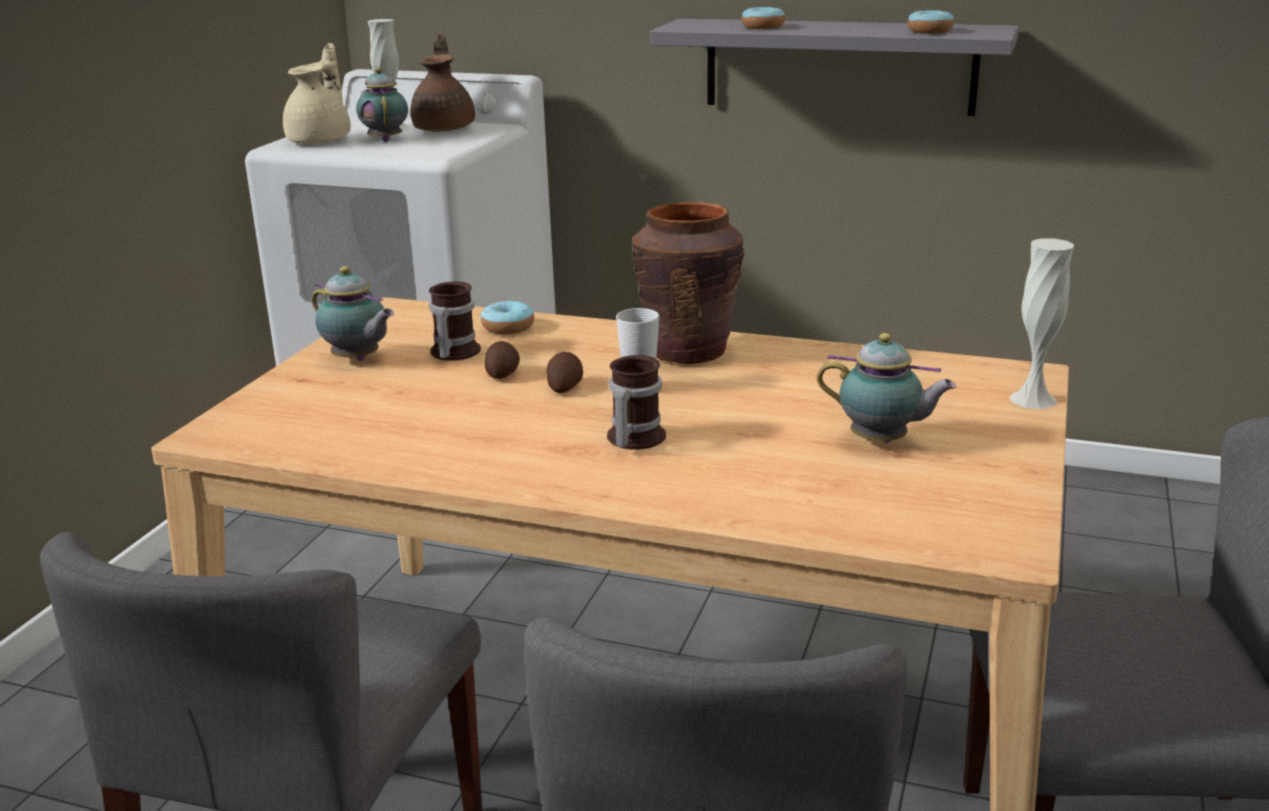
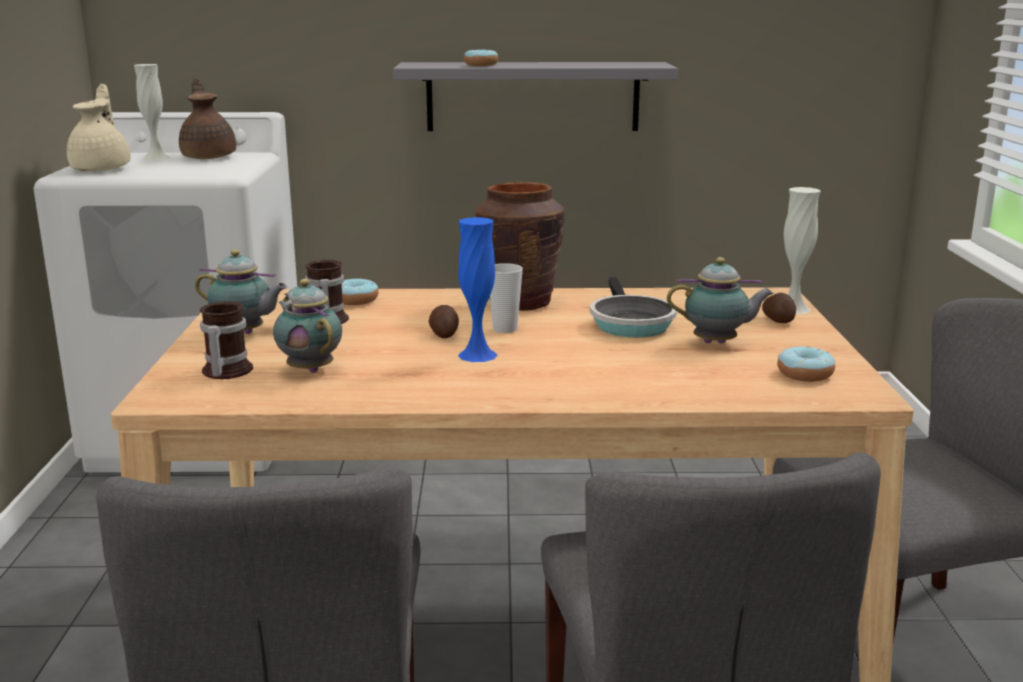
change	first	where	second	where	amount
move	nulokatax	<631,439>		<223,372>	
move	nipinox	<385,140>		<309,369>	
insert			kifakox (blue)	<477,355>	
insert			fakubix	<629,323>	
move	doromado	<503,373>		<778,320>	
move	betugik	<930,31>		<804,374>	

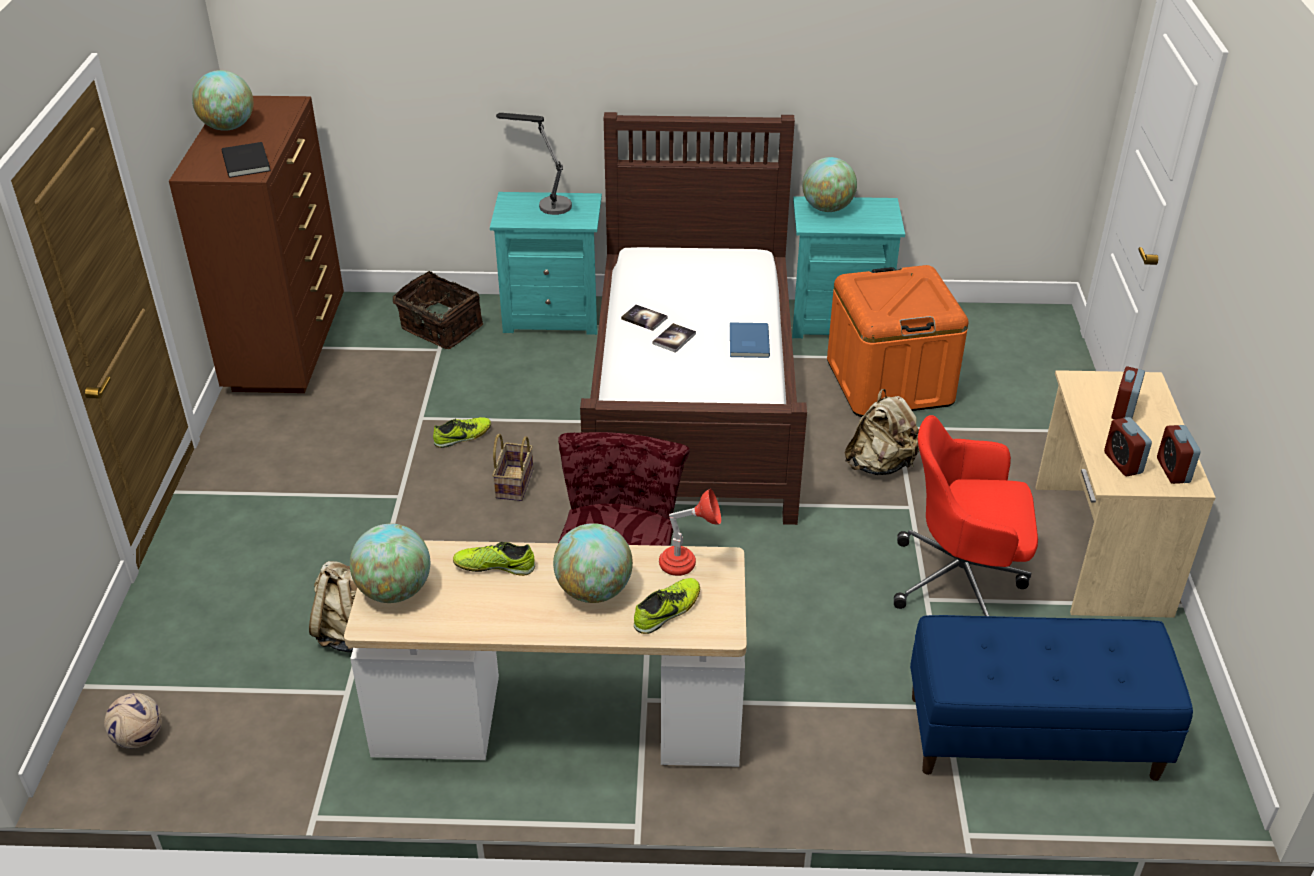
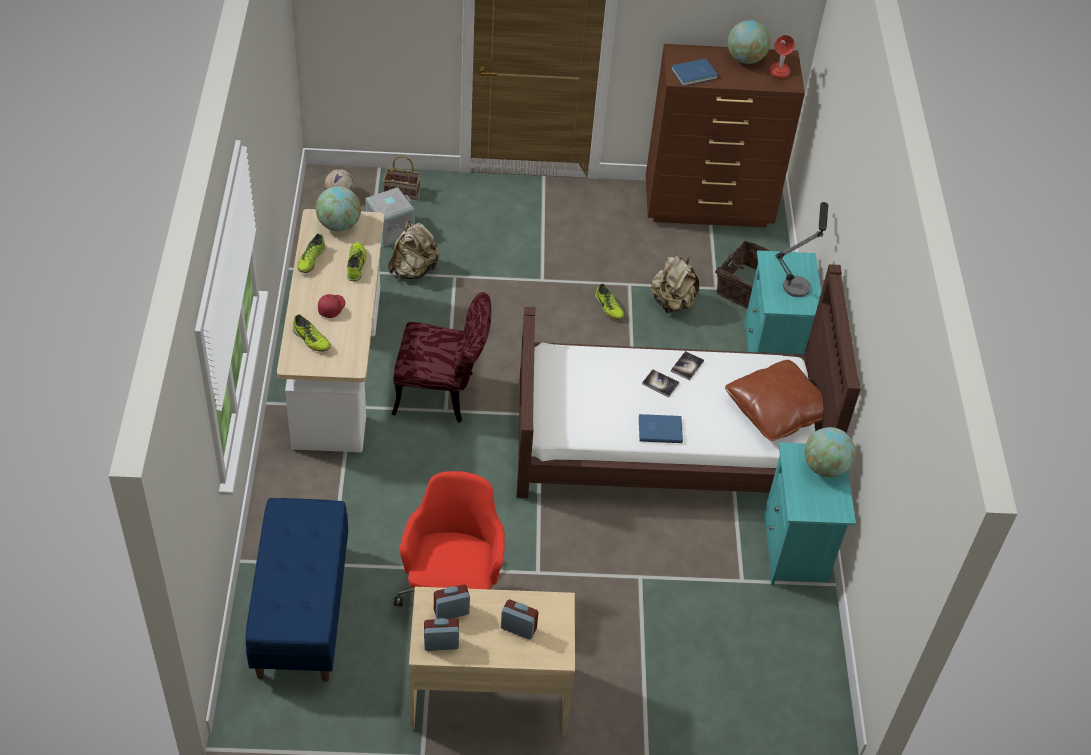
change	first	where	second	where	amount
insert			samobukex	<311,260>	
replace	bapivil	<594,591>	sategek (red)	<331,307>	
insert			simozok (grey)	<390,229>	
move	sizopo	<513,482>		<403,191>	
move	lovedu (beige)	<880,465>		<672,303>	
recolor	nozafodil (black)	<247,161>	nozafodil (blue)	<695,74>	
insert			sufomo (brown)	<776,411>	
move	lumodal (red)	<688,566>		<778,76>	
delete	simozok (orange)	<889,382>			

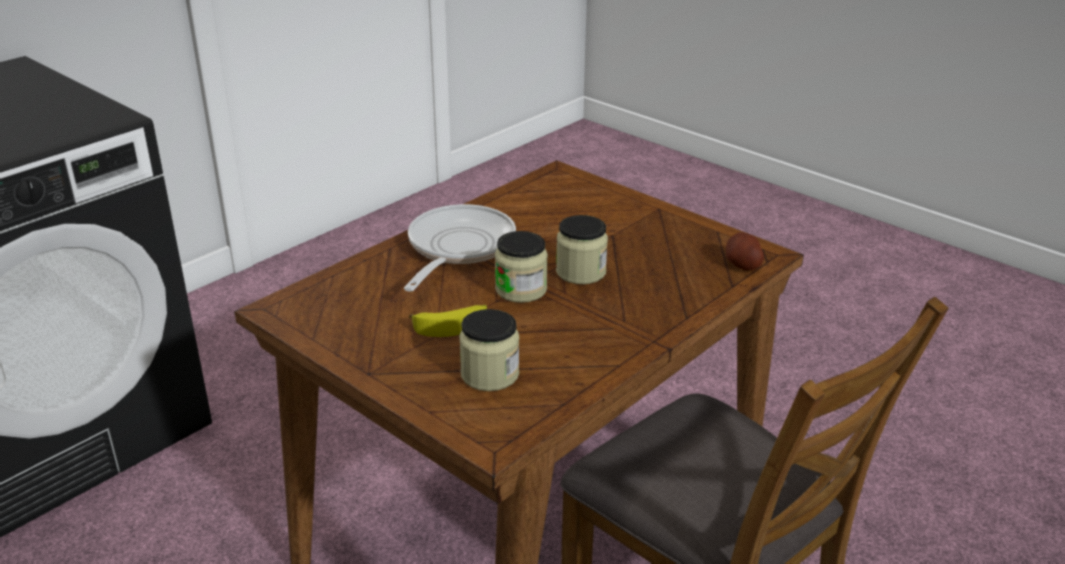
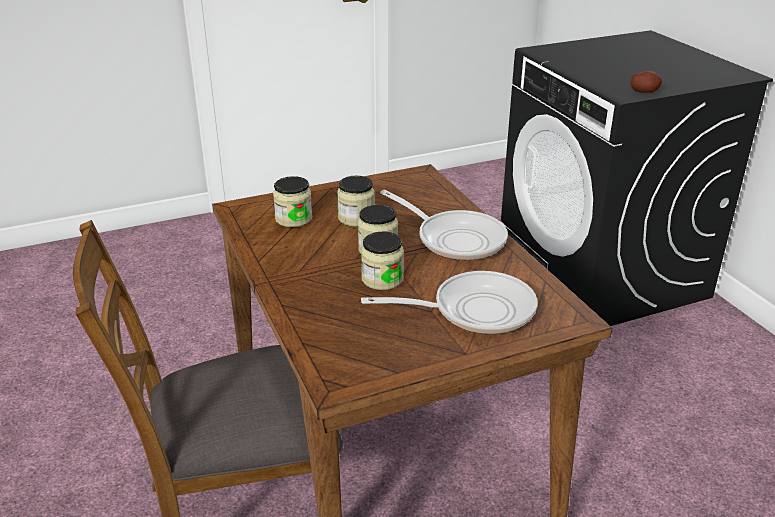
change	first	where	second	where	amount
replace	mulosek	<452,325>	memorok	<356,218>	
insert			fakubix	<474,310>	
move	doromado	<742,264>		<644,91>	

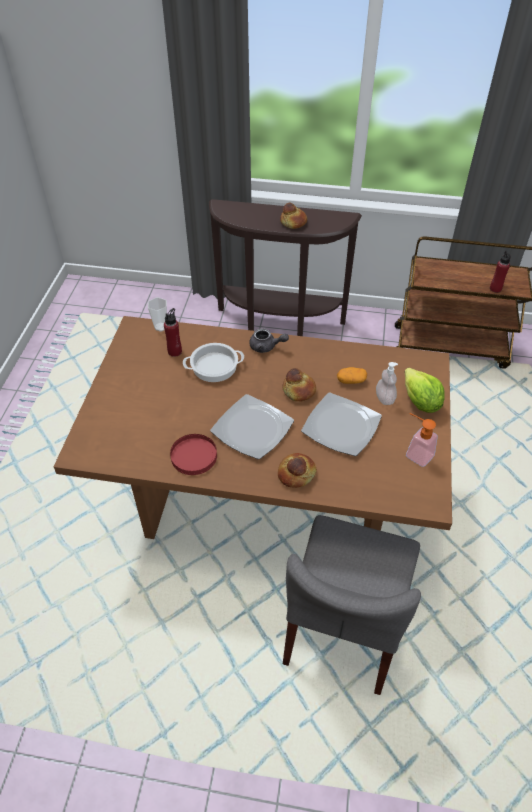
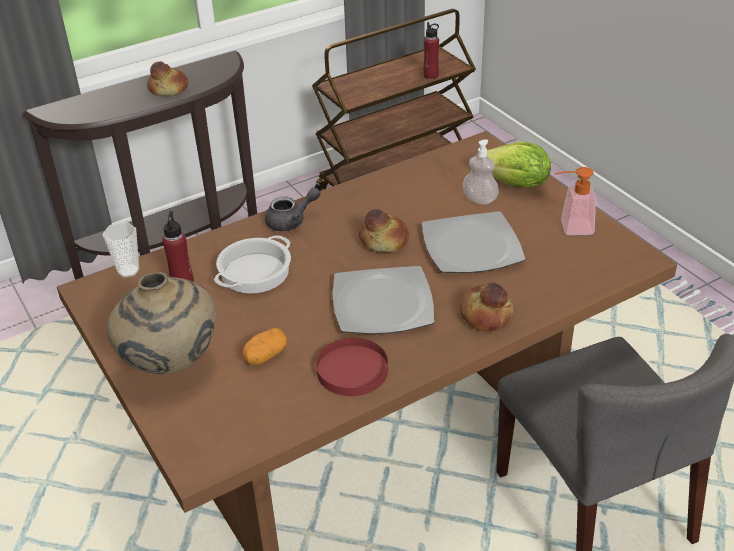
change	first	where	second	where	amount
insert			kifakox (beige)	<171,366>	
move	doromado	<351,381>		<265,356>	

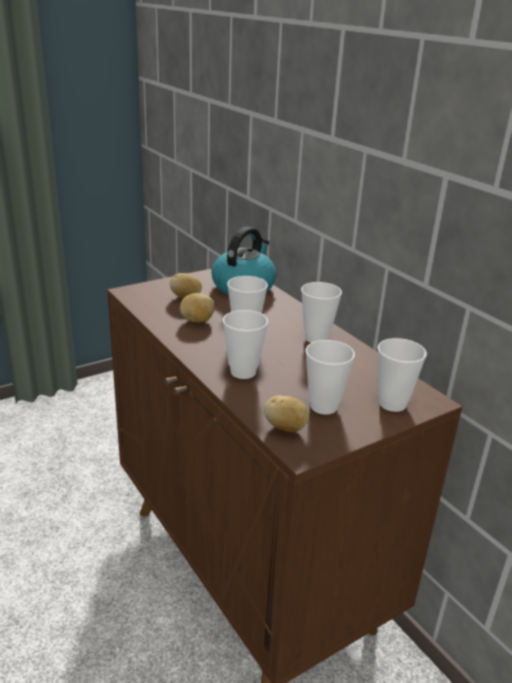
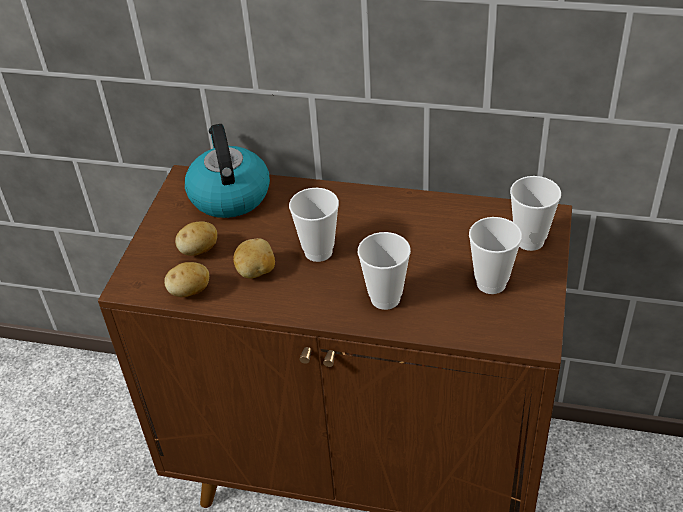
change	first	where	second	where	amount
move	doromado	<285,428>		<190,292>	
delete	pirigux	<316,338>			

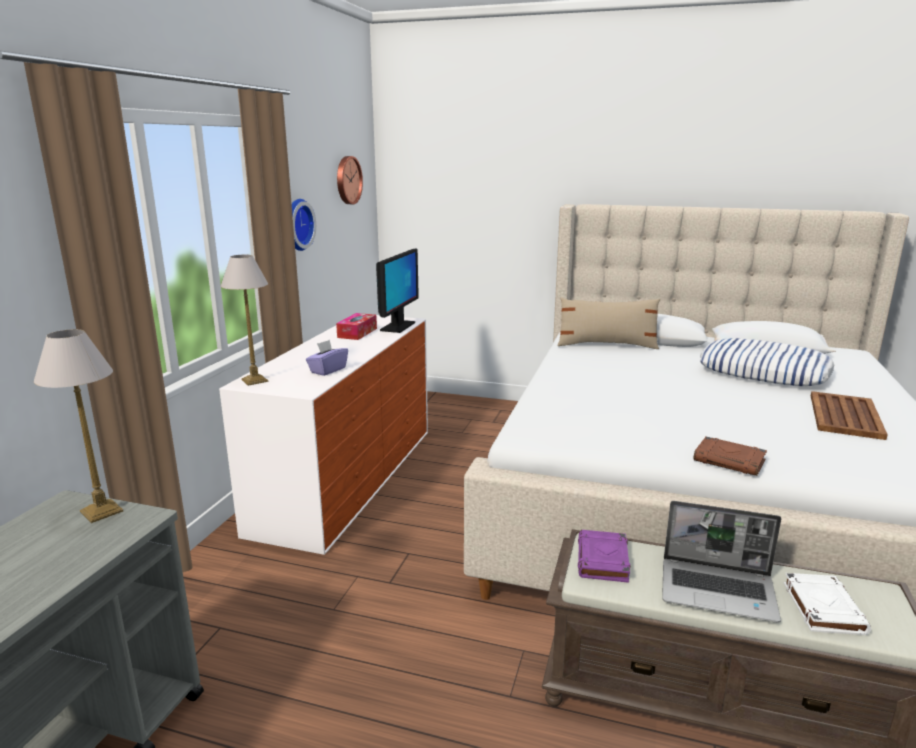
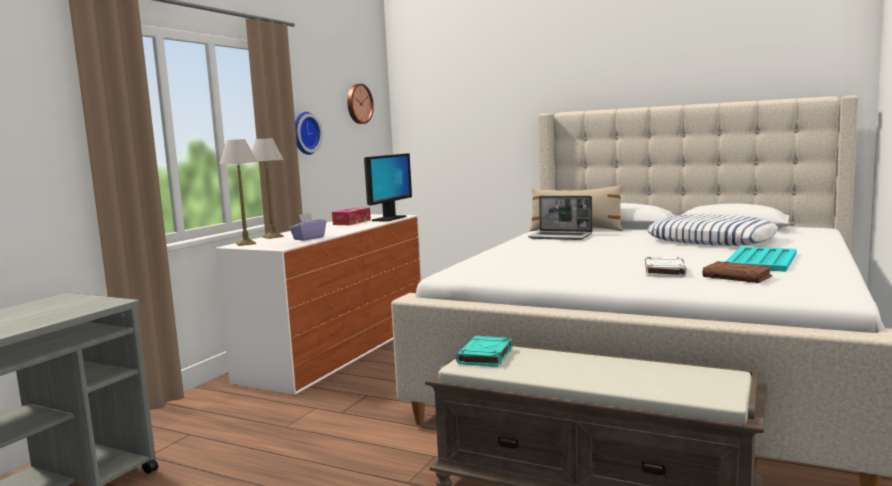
change	first	where	second	where	amount
move	lumodal	<101,512>		<272,237>	
recolor	nozafodil (purple)	<603,560>	nozafodil (turquoise)	<485,356>	
move	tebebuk	<719,591>		<561,237>	
move	nozafodil (white)	<822,607>		<664,271>	
move	nozafodil (brown)	<730,461>		<738,277>	
recolor	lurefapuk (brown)	<845,416>	lurefapuk (turquoise)	<761,260>	

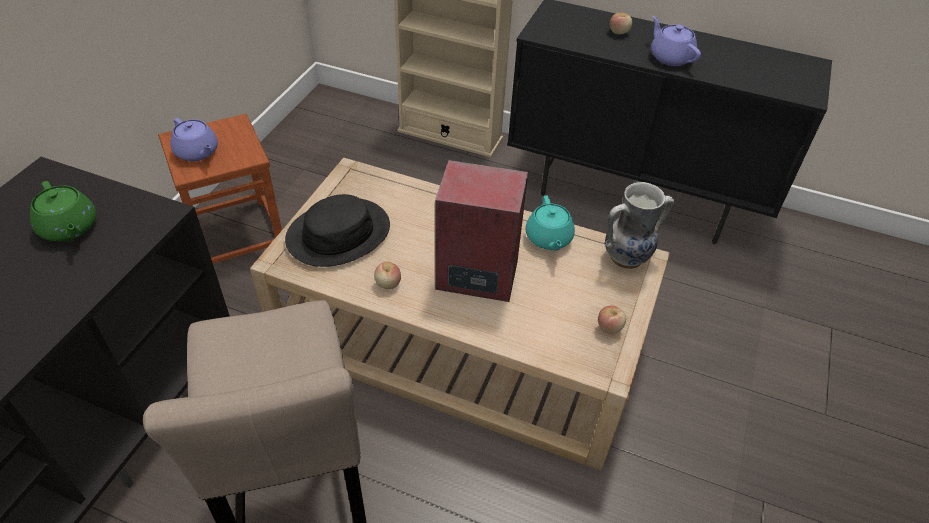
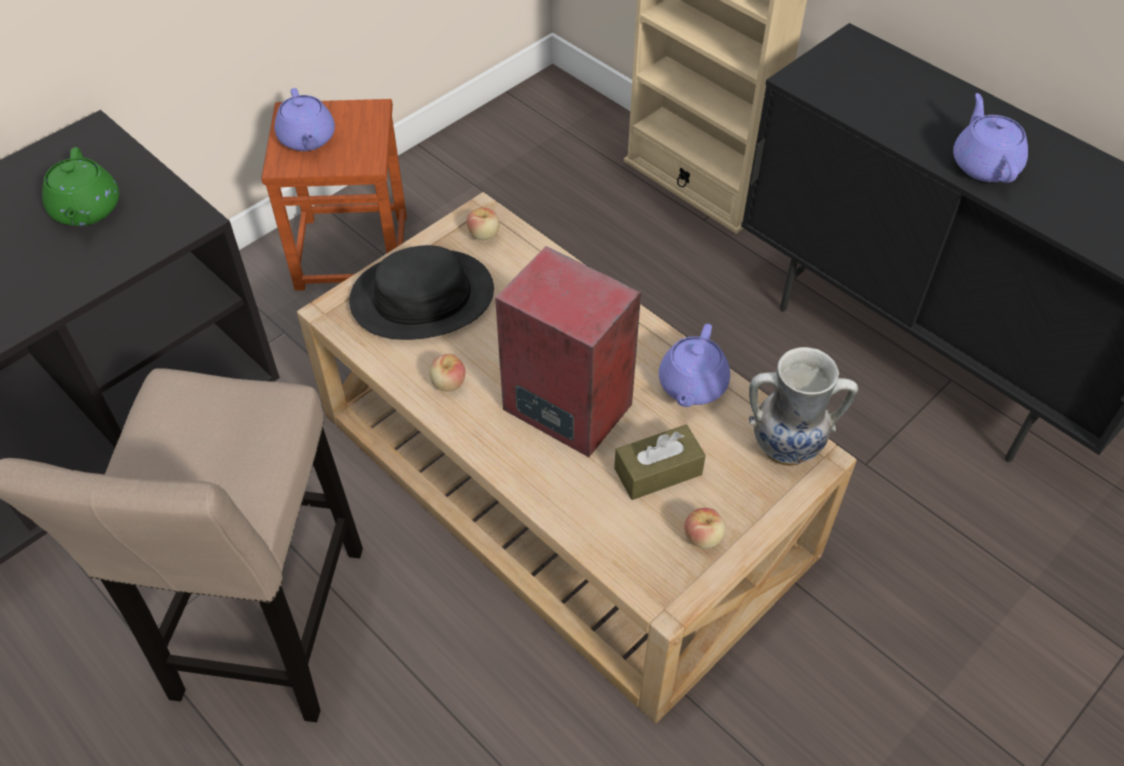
change	first	where	second	where	amount
move	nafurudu	<619,32>		<484,234>	
insert			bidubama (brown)	<658,471>	
recolor	nipinox (turquoise)	<548,238>	nipinox (purple)	<692,386>	

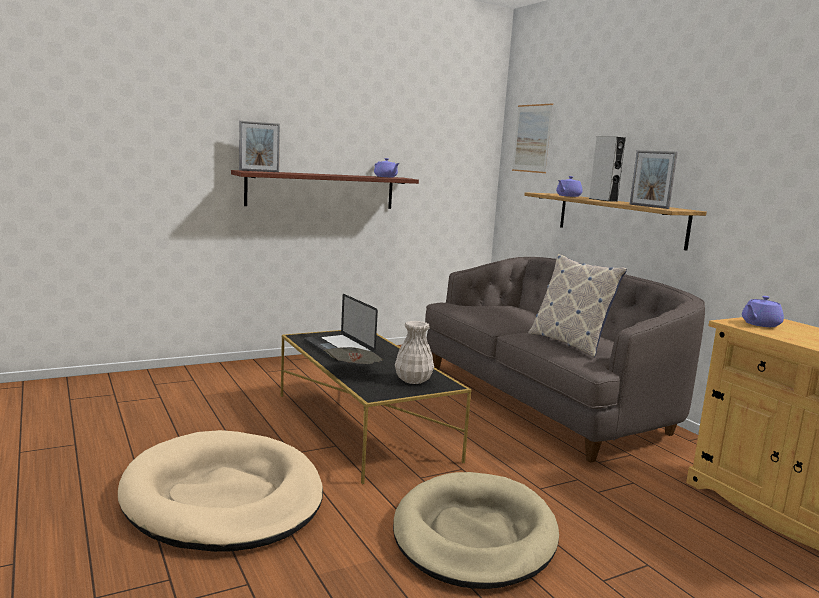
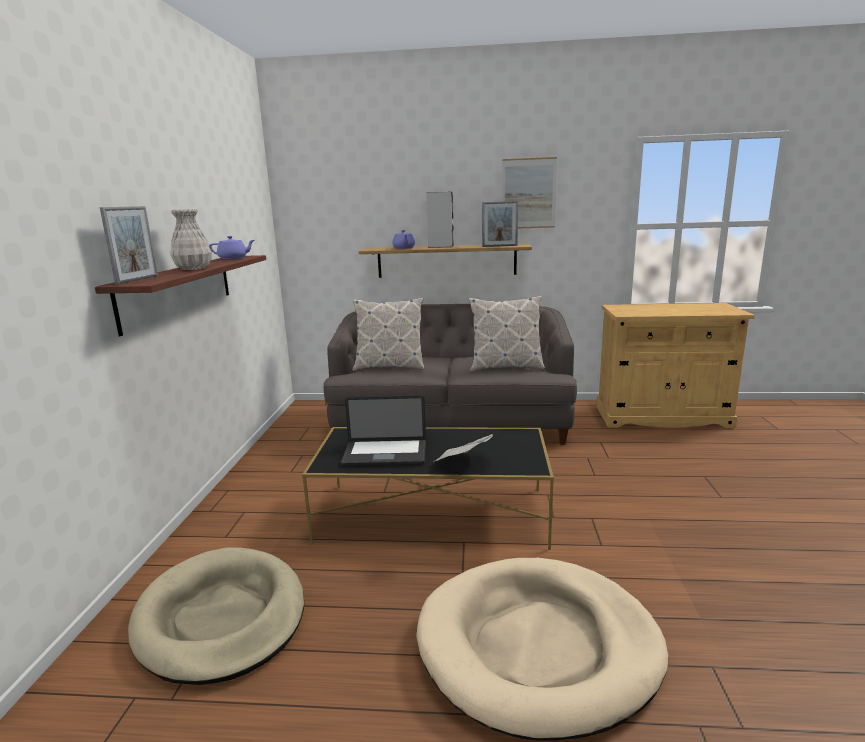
change	first	where	second	where	amount
move	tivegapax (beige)	<474,535>		<221,618>	
move	kifakox (white)	<413,380>		<193,268>	
insert			sufomo	<389,367>	
move	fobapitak	<532,138>		<528,193>	
delete	nipinox (purple)	<760,324>			

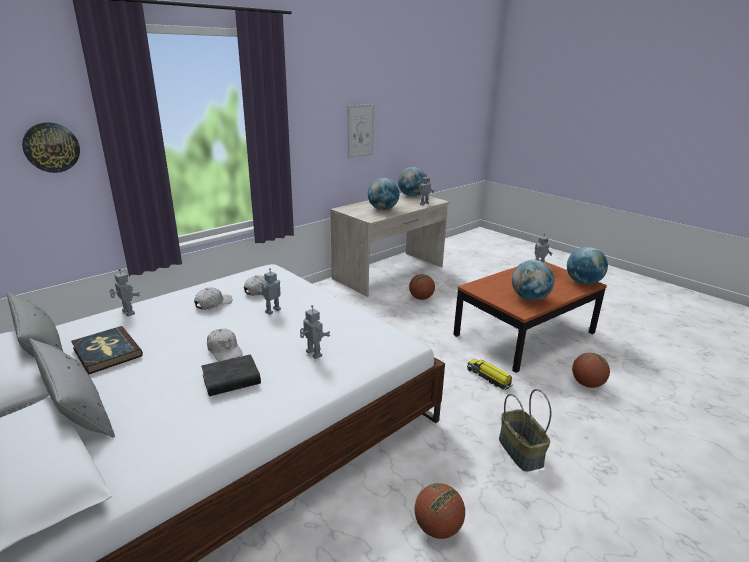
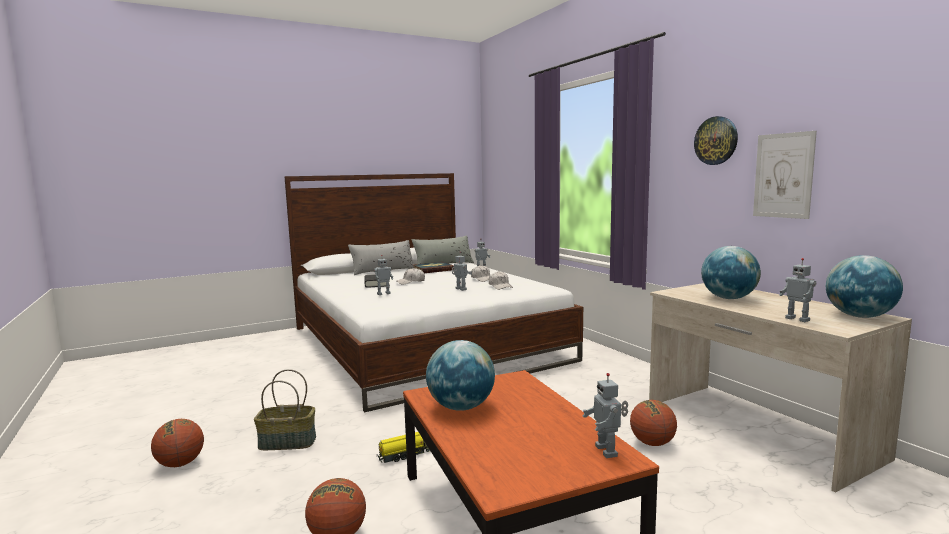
change	first	where	second	where	amount
move	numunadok	<437,528>		<180,464>	
move	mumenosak	<51,147>		<716,140>	
delete	bapivil	<583,283>			

